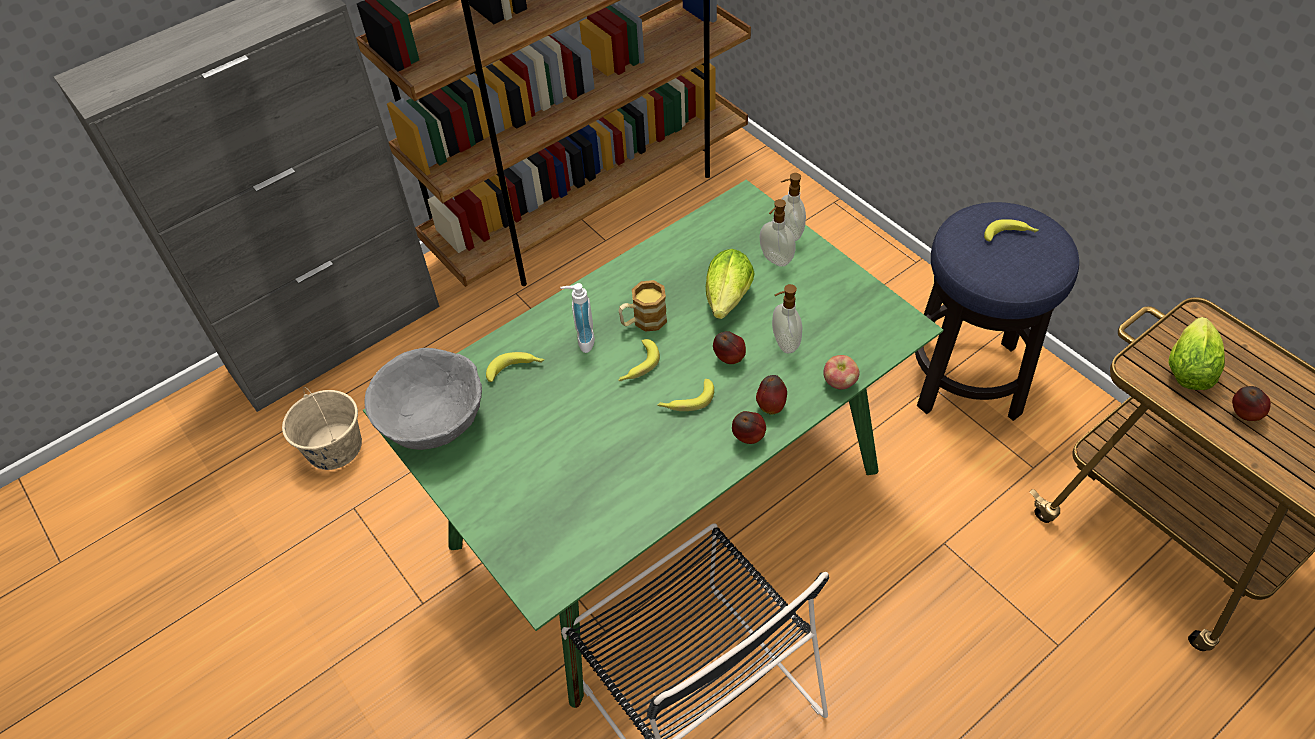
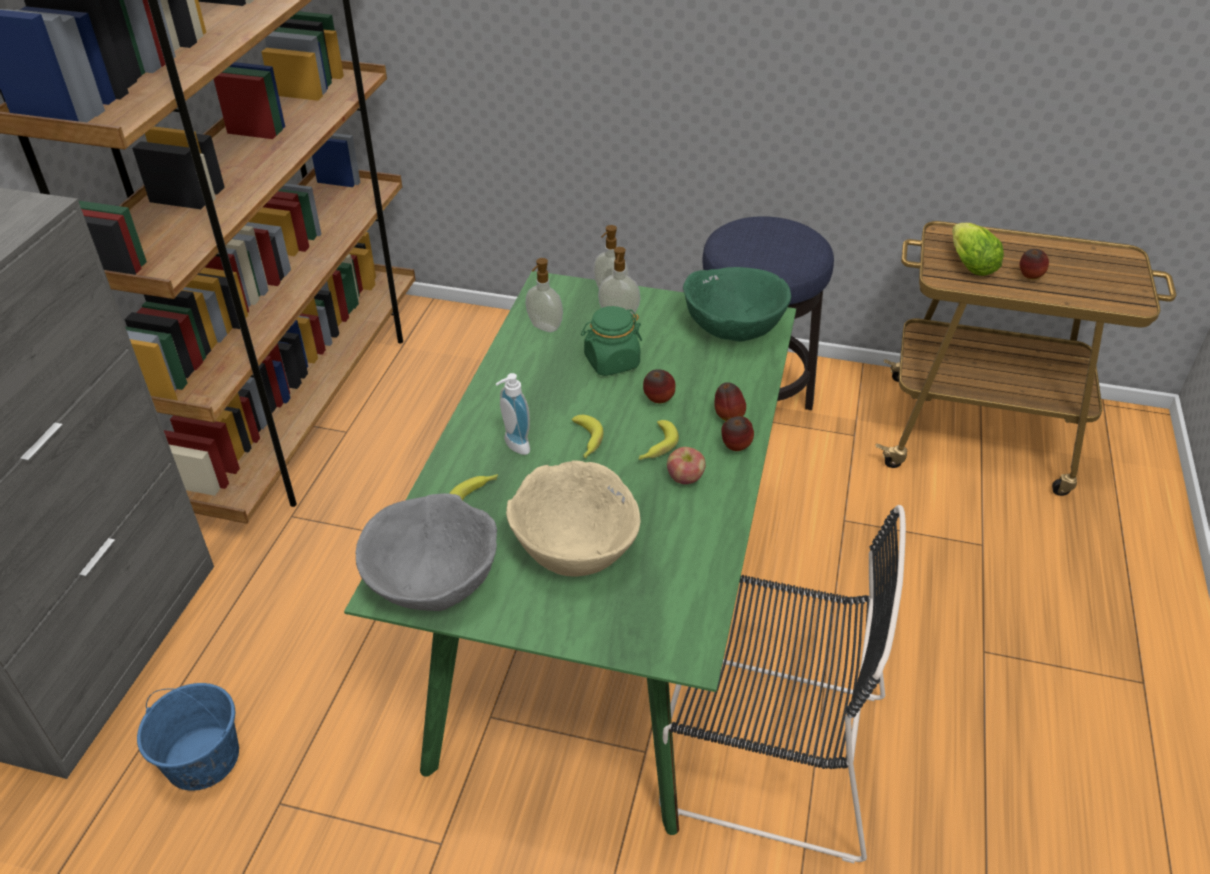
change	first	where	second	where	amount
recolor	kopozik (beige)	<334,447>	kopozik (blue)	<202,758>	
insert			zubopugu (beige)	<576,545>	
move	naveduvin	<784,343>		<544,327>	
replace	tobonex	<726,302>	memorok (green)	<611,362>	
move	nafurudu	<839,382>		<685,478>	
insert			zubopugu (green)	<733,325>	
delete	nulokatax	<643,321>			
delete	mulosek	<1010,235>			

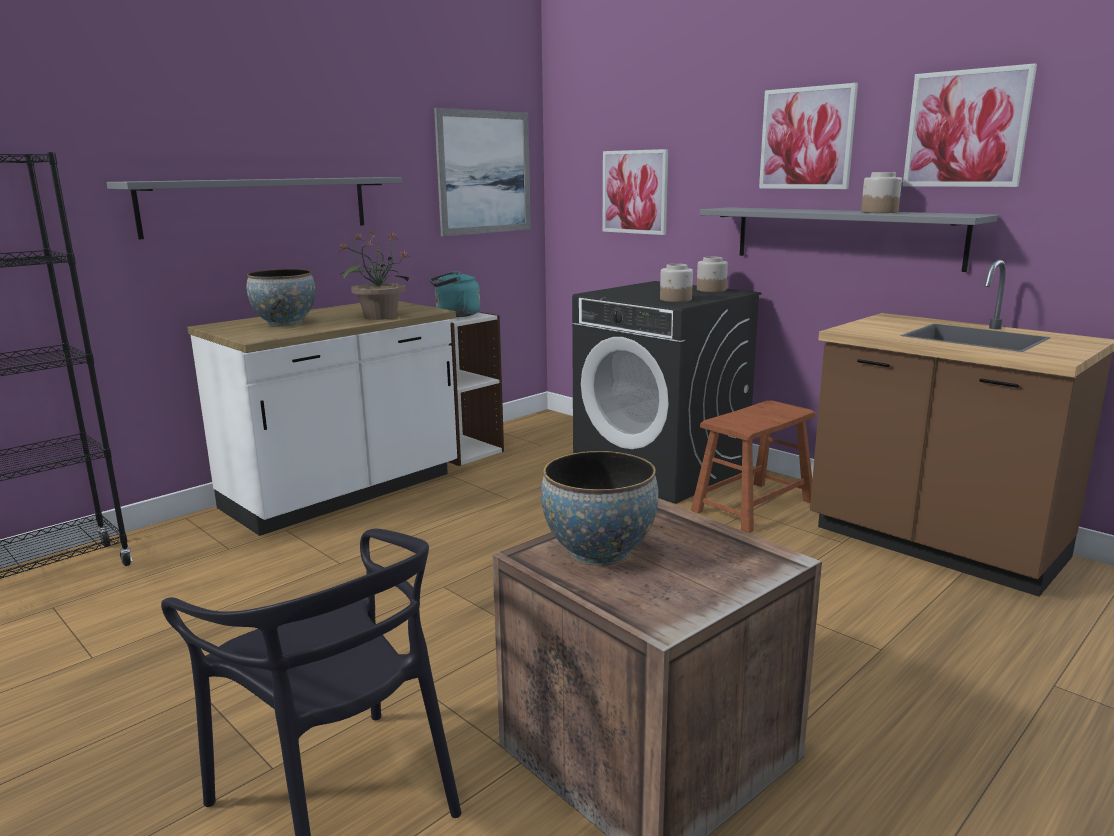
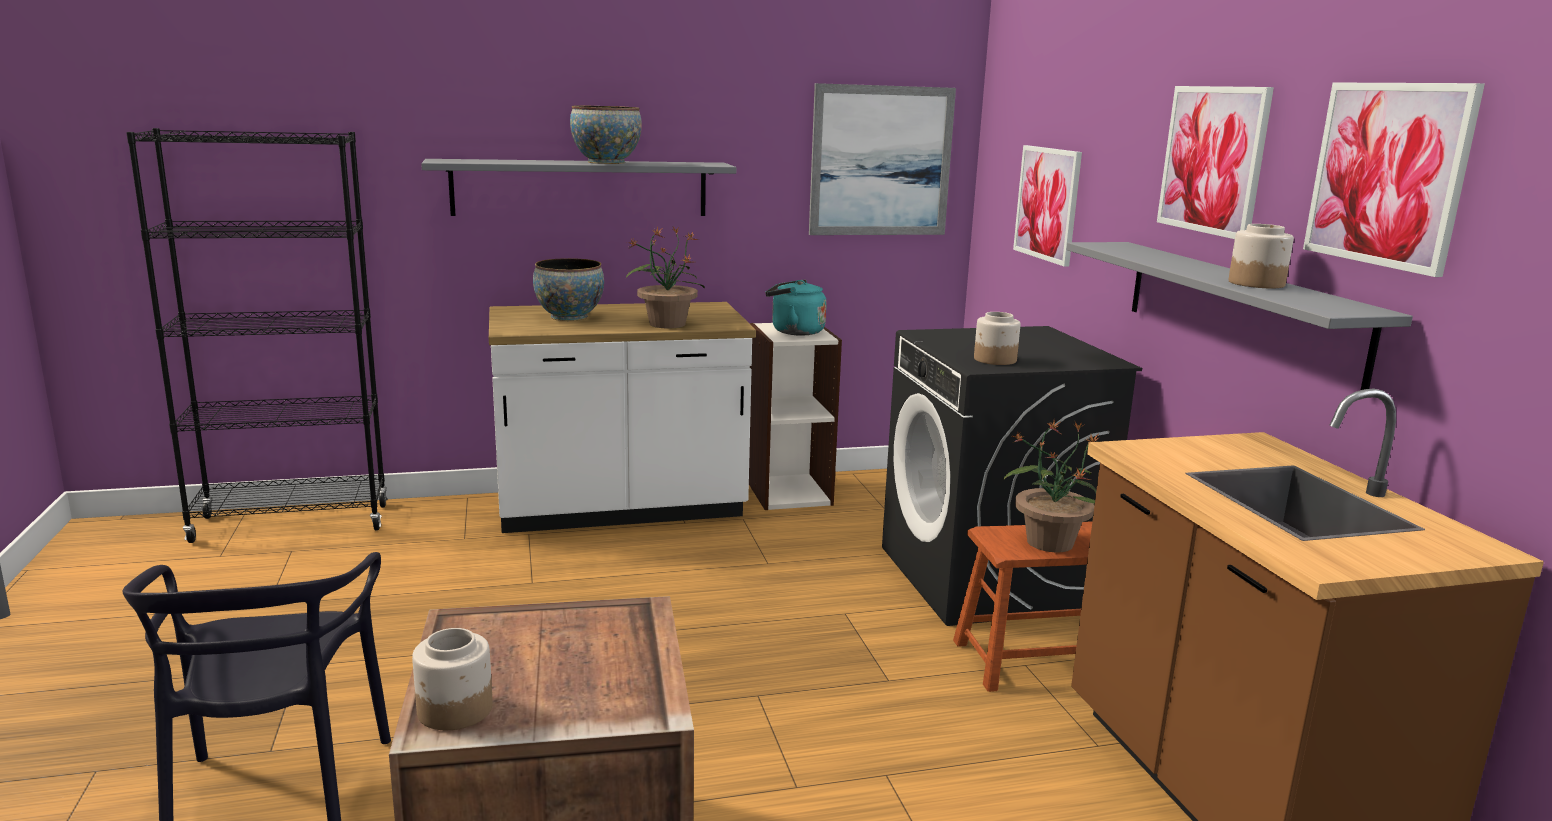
change	first	where	second	where	amount
move	memorok	<711,290>		<455,710>	
move	zubopugu	<599,552>		<606,162>	
insert			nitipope	<1049,542>	

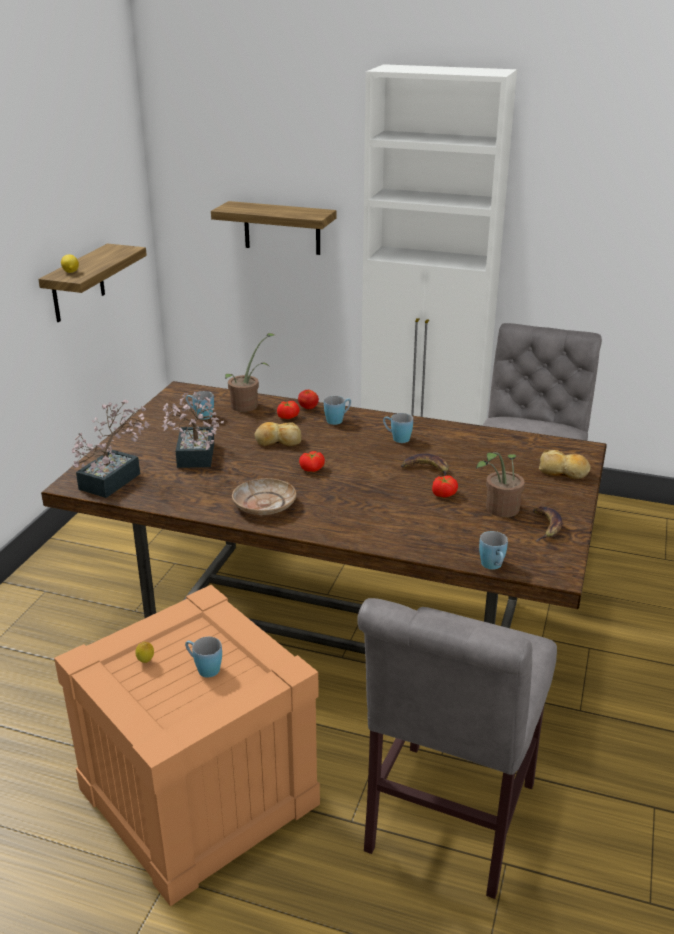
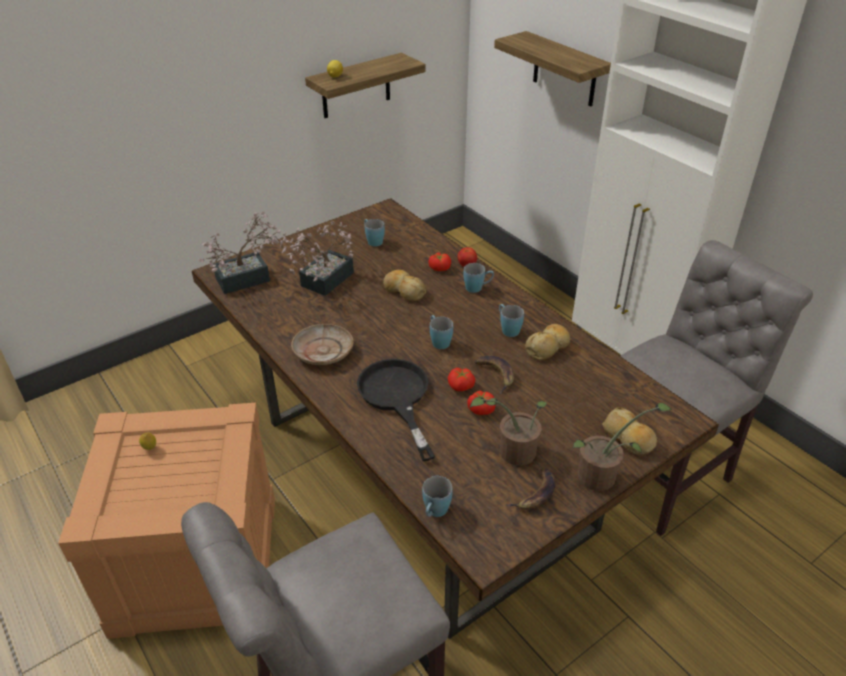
change	first	where	second	where	amount
insert			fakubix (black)	<397,397>	
move	nulokatax (blue)	<204,668>		<438,341>	
move	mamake	<312,469>		<461,386>	
insert			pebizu	<548,347>	
move	nitipope	<248,405>		<602,477>	

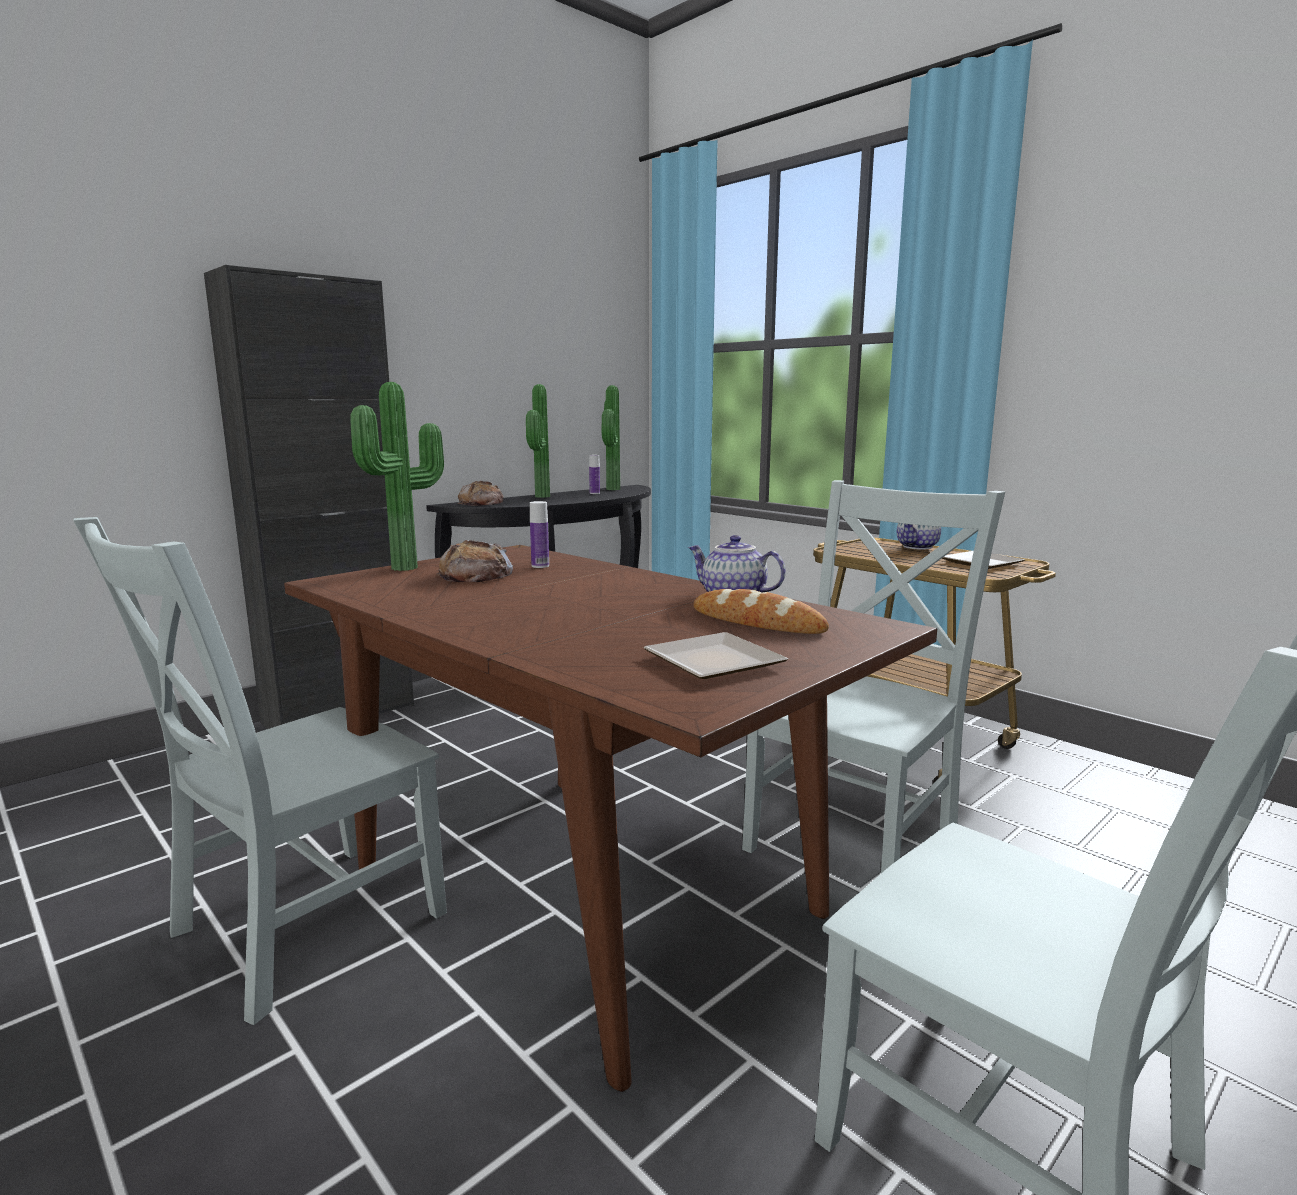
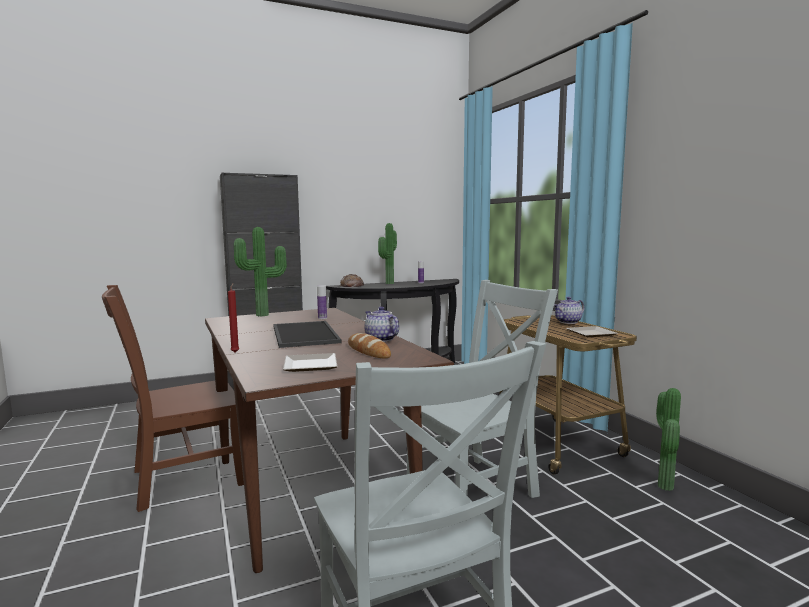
change	first	where	second	where	amount
recolor	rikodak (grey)	<298,928>	rikodak (brown)	<182,479>	
insert			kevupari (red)	<235,352>	
insert			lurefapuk	<303,334>	
move	nitipope	<610,489>		<662,486>	
delete	pebizu	<476,575>			

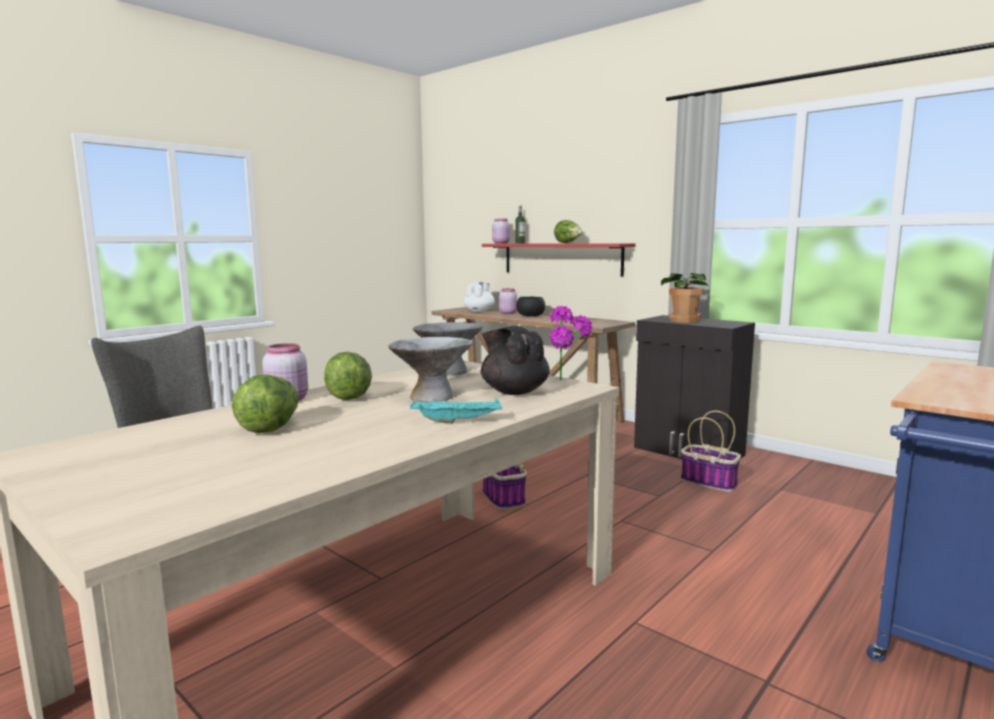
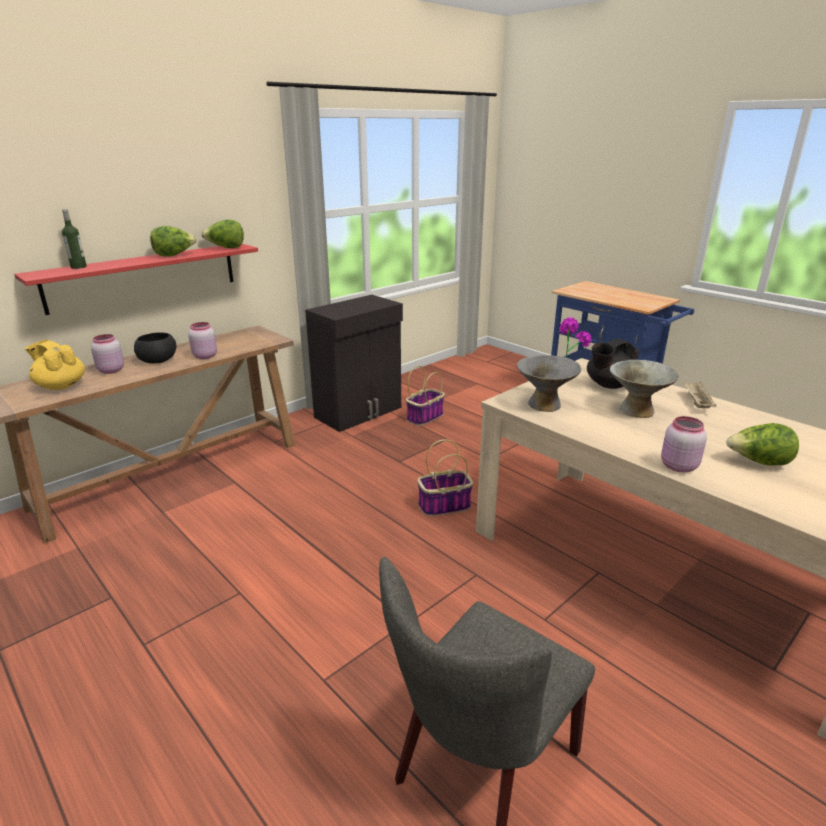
change	first	where	second	where	amount
recolor	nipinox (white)	<479,311>	nipinox (yellow)	<61,386>	
move	memorok (pink)	<501,243>		<204,356>	
move	tobonex	<349,396>		<226,248>	
recolor	lurefapuk (turquoise)	<458,421>	lurefapuk (beige)	<696,403>	
delete	nitipope	<684,321>			

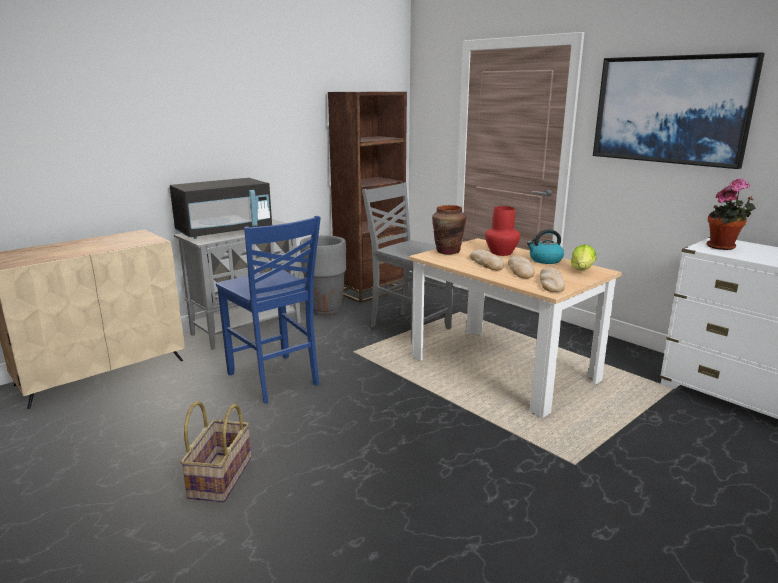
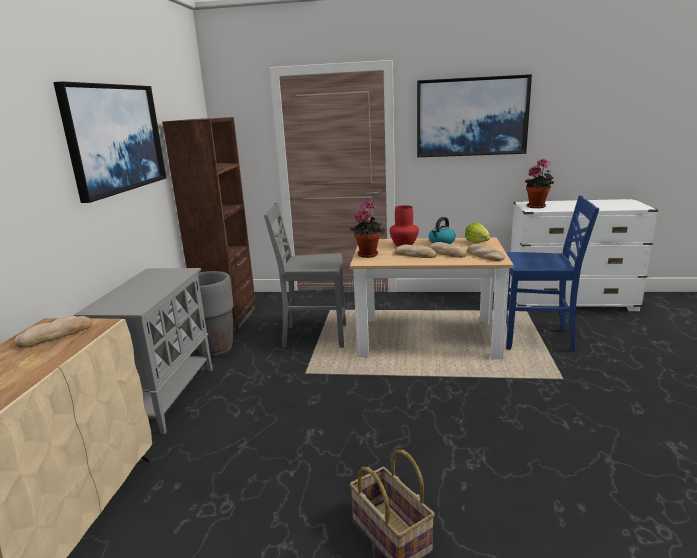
change	first	where	second	where	amount
insert			pebizu	<55,335>	
insert			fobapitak	<115,138>	
replace	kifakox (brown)	<448,251>	nitipope	<368,254>	
move	rikodak (blue)	<274,380>		<538,339>	
delete	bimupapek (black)	<224,232>			

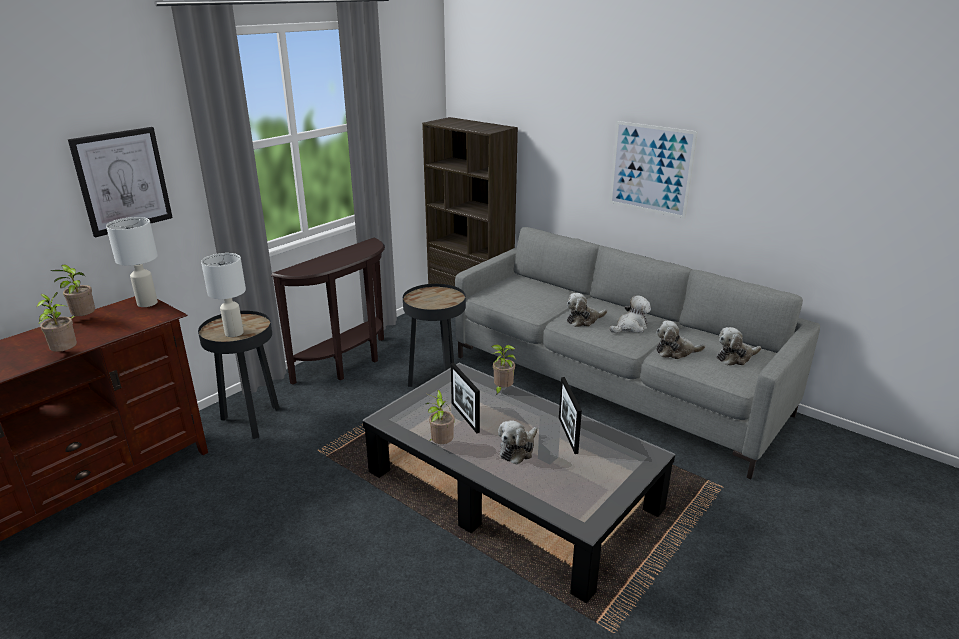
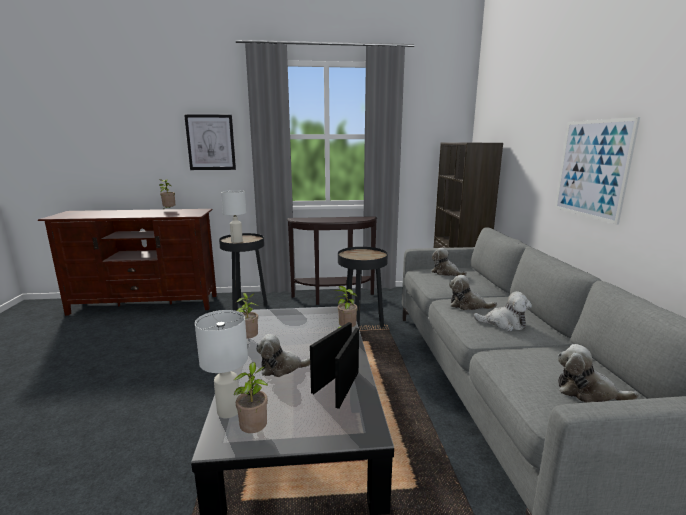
change	first	where	second	where	amount
move	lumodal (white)	<146,303>		<228,411>	
move	nitipope	<65,354>		<254,432>	
move	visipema	<465,417>		<347,388>	
move	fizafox	<675,352>		<446,273>	

